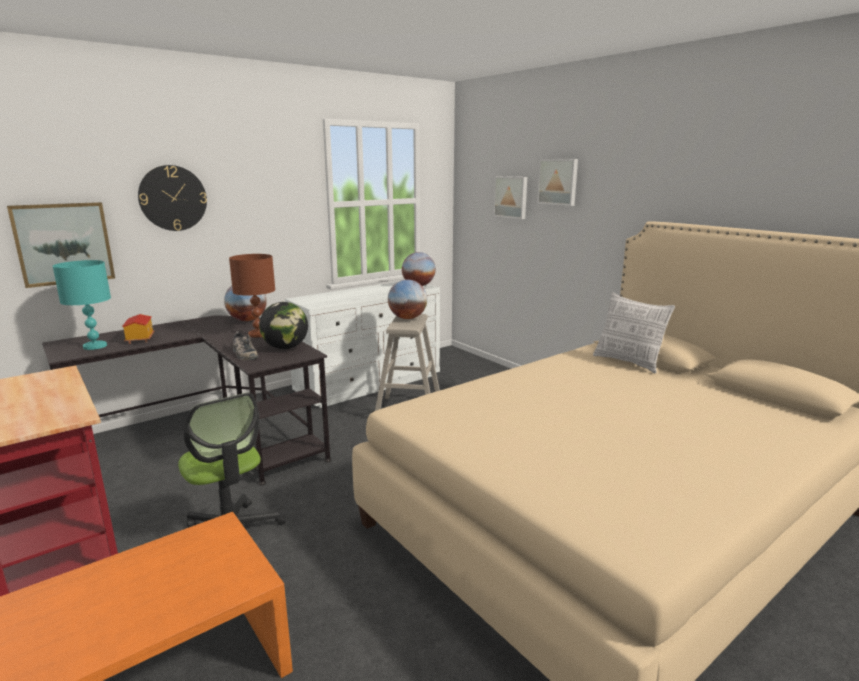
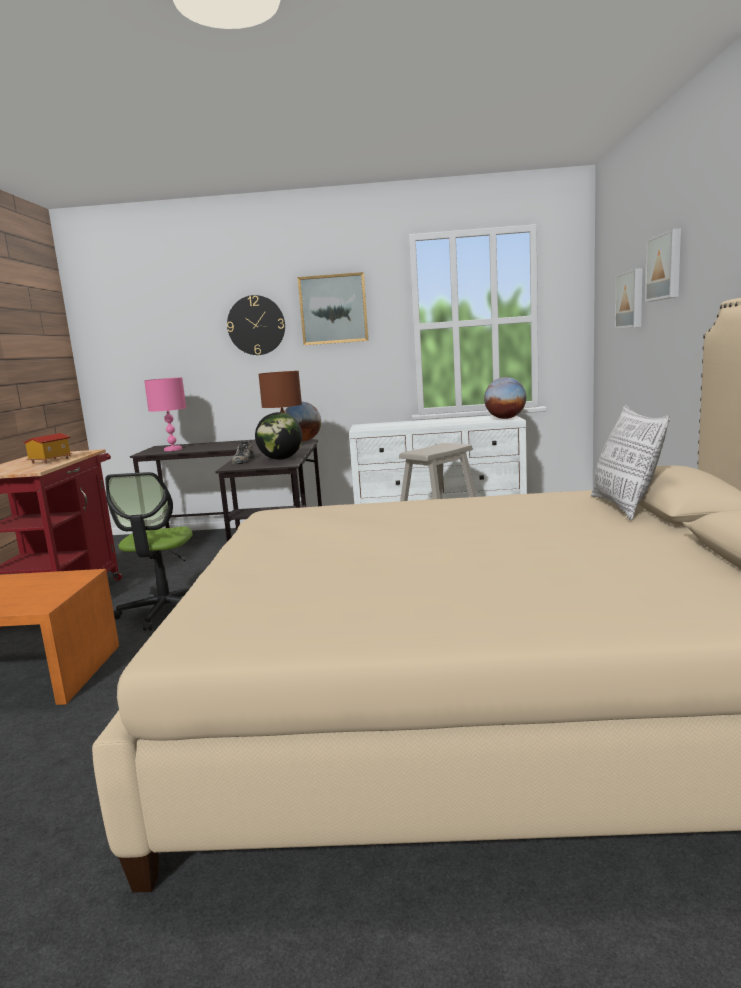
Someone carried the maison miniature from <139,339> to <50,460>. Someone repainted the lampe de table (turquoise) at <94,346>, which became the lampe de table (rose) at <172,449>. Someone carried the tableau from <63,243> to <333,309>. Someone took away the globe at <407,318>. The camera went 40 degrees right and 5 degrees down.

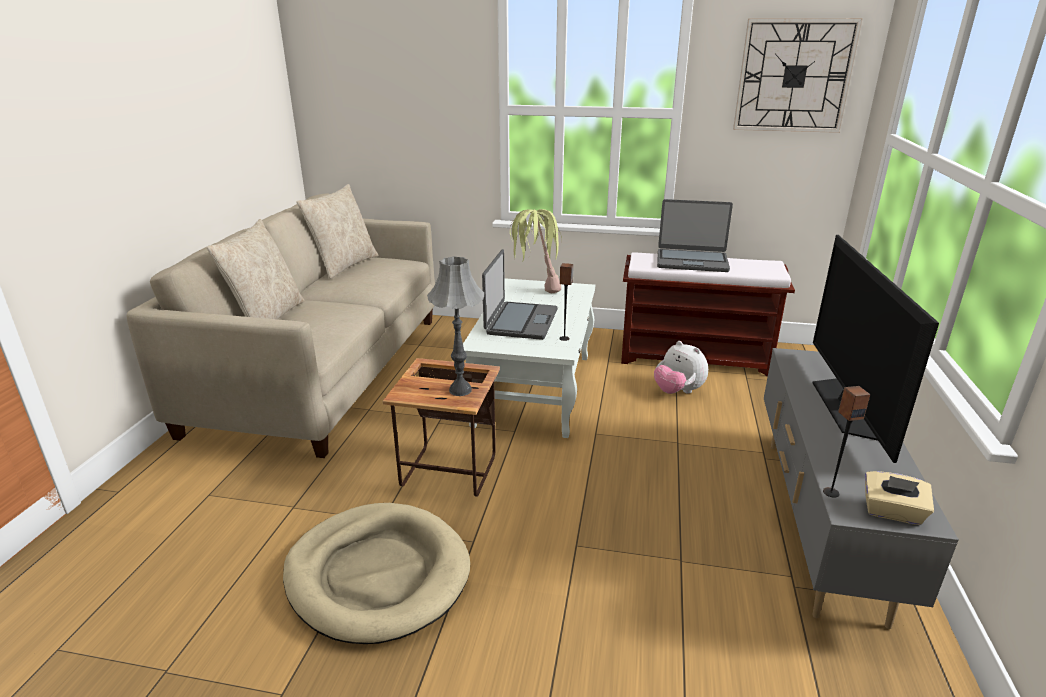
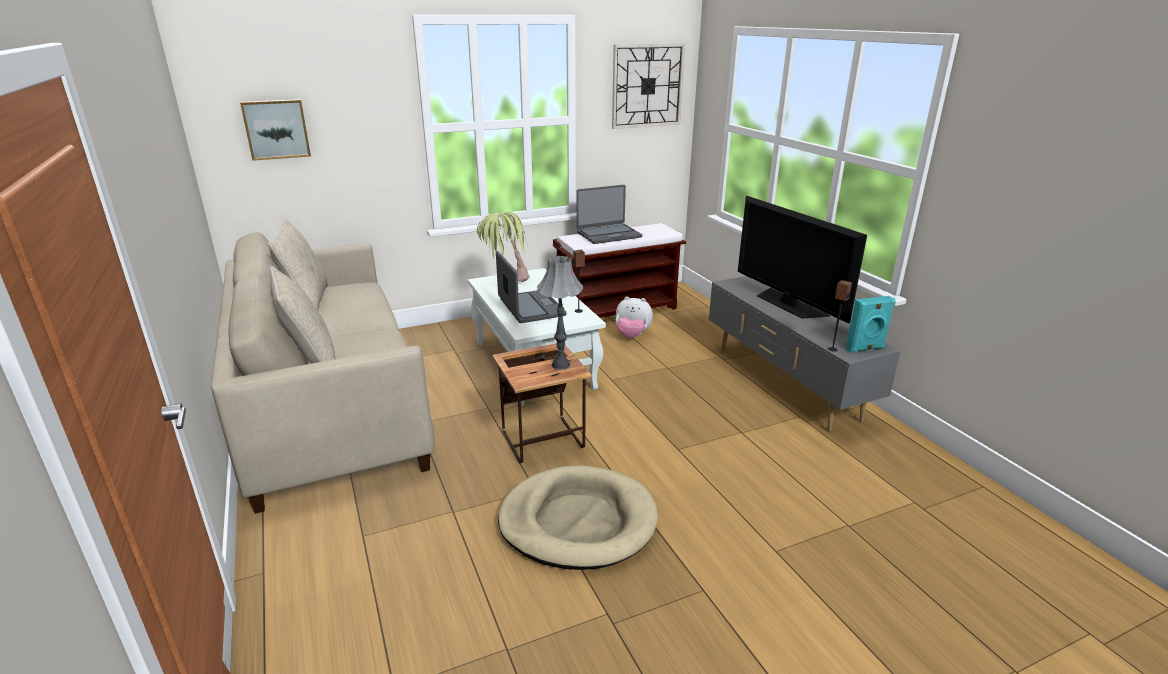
Someone put up the tableau at <276,129>. Someone swapped the boîte à mouchoirs (beige) at <892,512> for the enceinte (turquoise) at <865,349>. The camera went 35 degrees left and 0 degrees up.

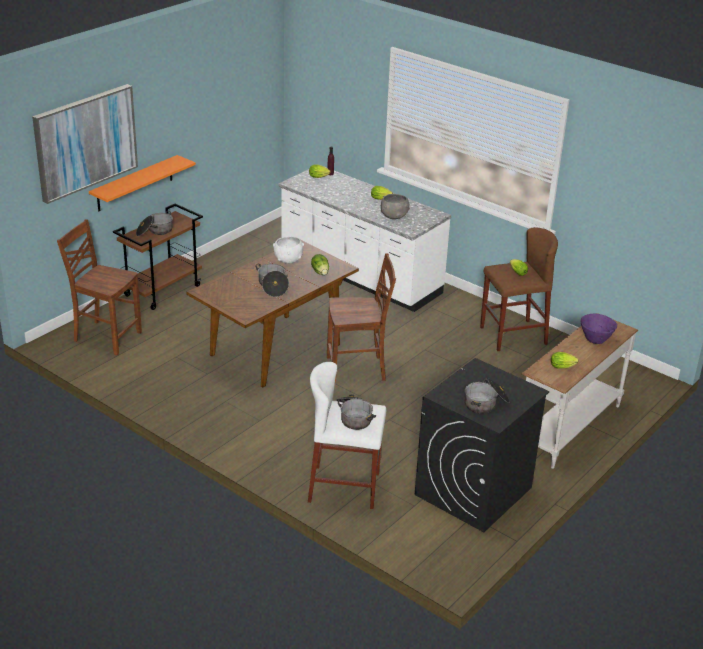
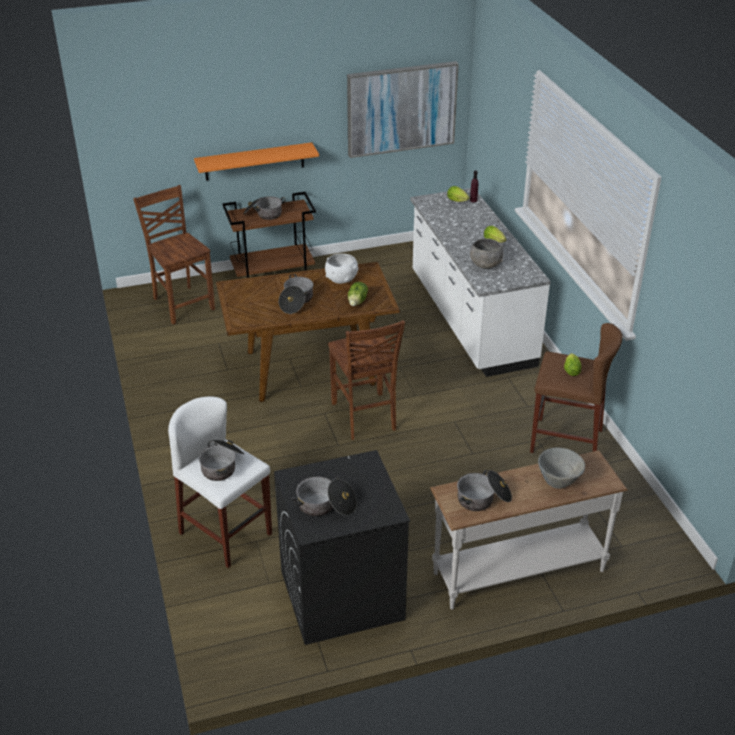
Someone rotated the chaise (marron) at <357,369> by 45 degrees clockwise. Someone carried the tableau from <85,142> to <401,108>. Someone swapped the laitue at <563,367> for the marmite at <483,499>. Someone repainted the bol (violet) at <595,340>, which became the bol (gris) at <559,481>. The camera went 35 degrees right and 5 degrees up.

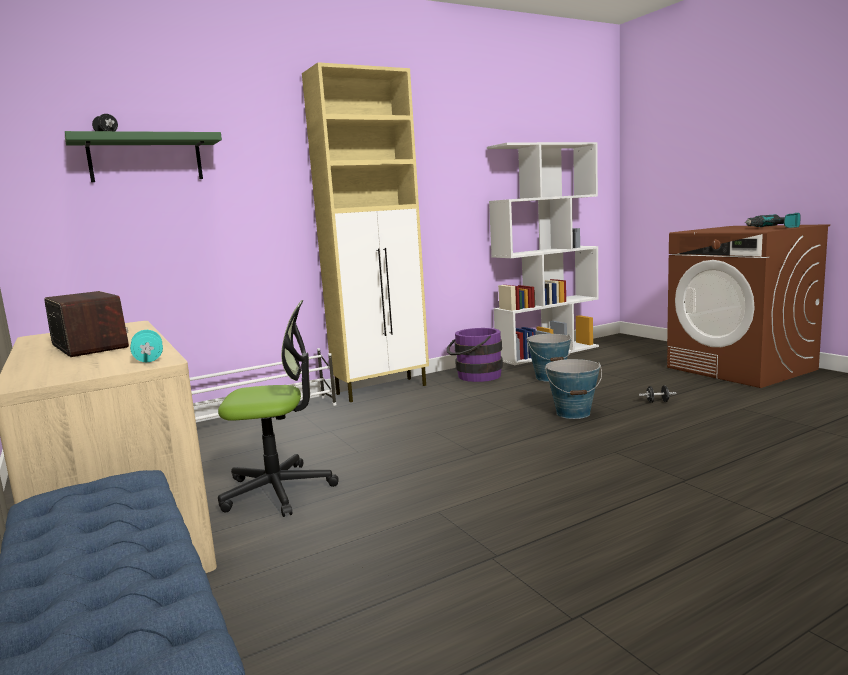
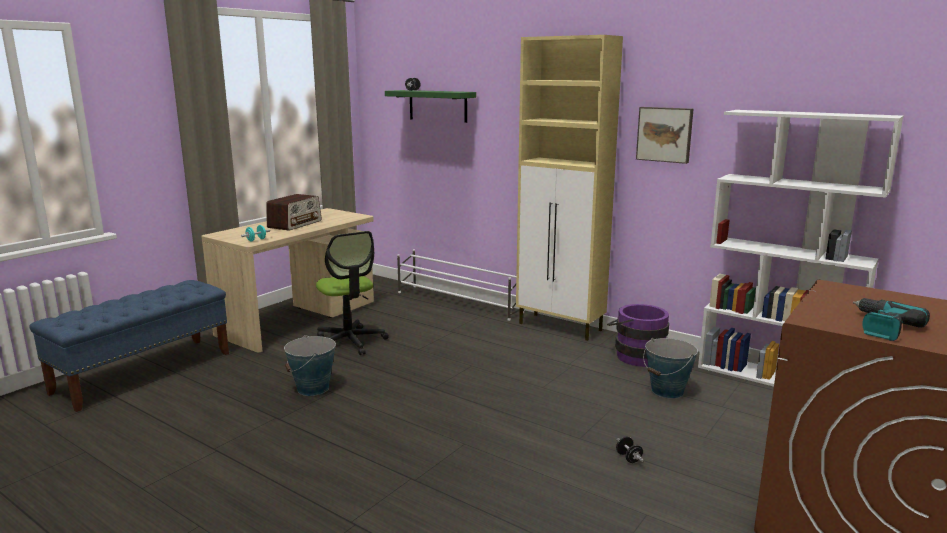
Someone carried the seau from <573,413> to <313,388>. Someone put up the tableau at <665,134>. The camera went 65 degrees right and 5 degrees up.

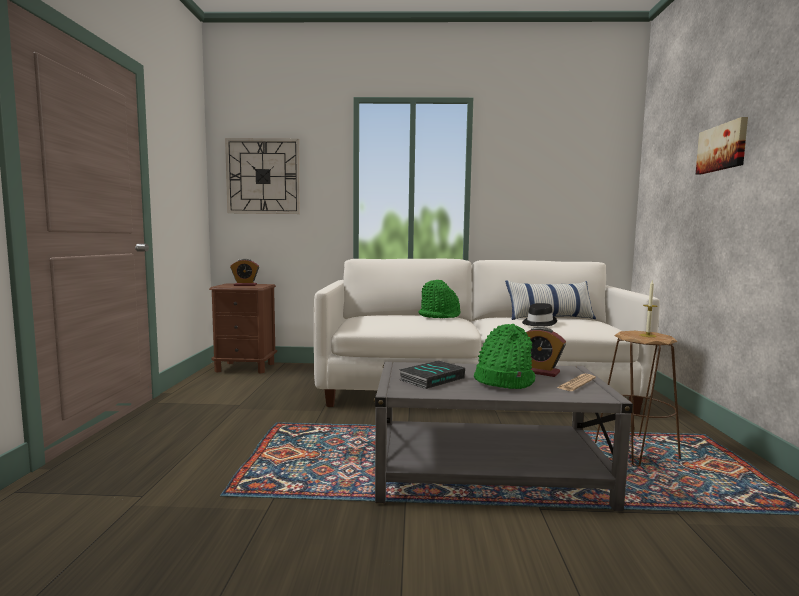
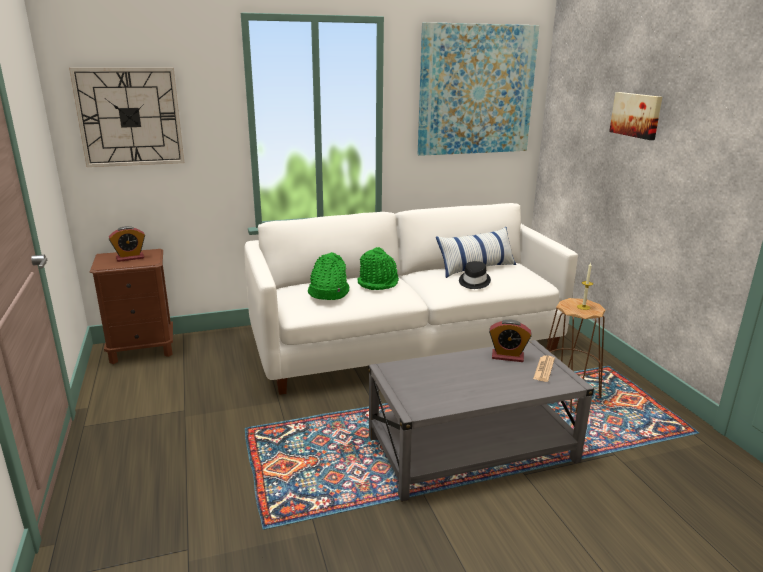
Someone carried the chapeau (vert) from <503,380> to <328,292>. Someone put up the tableau at <476,90>. Someone took away the livre at <432,378>. The camera went 20 degrees left and 15 degrees up.

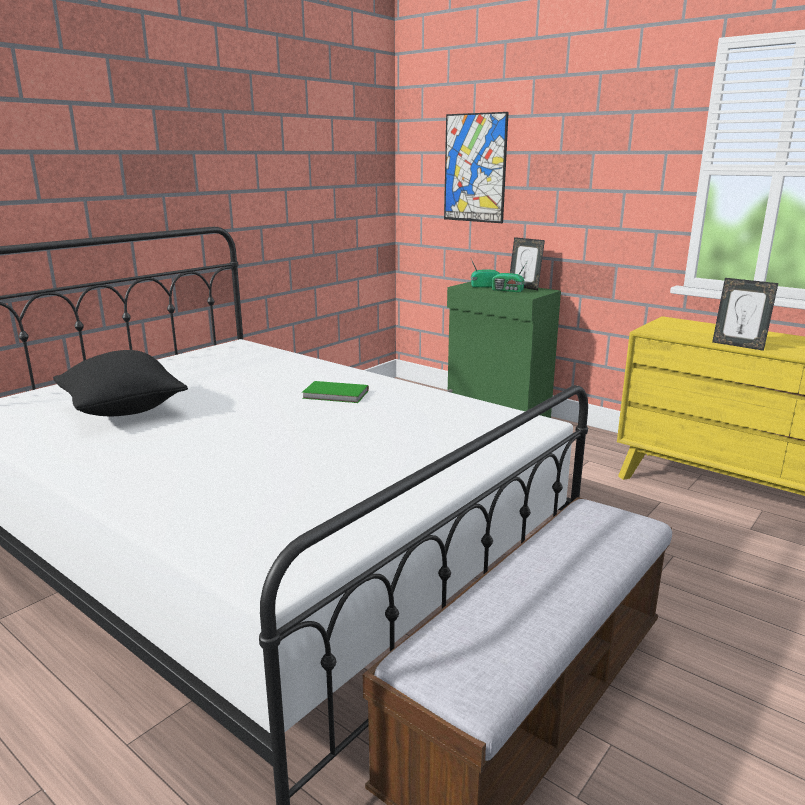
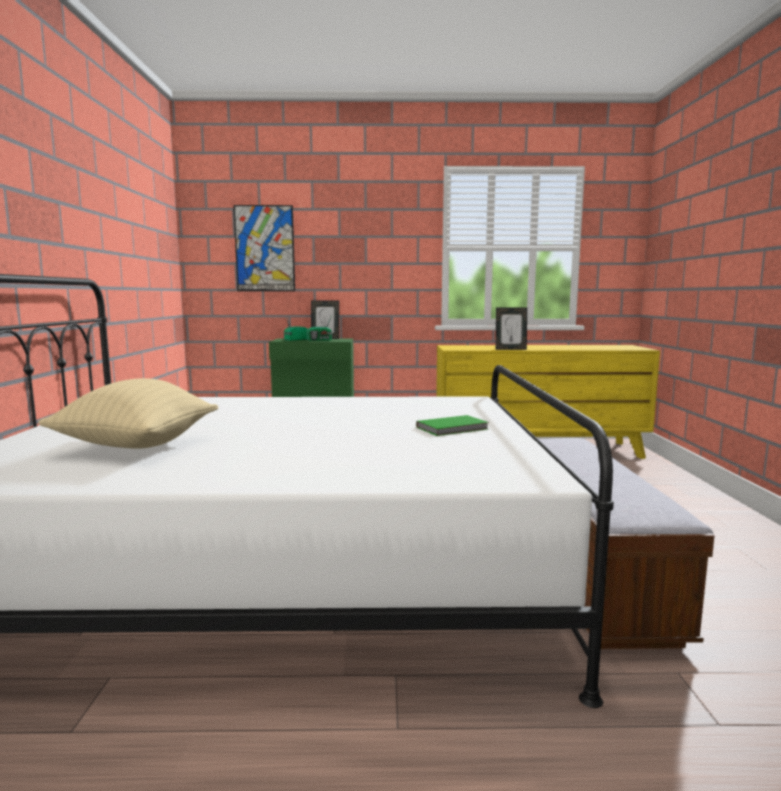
Someone repainted the coussin (noir) at <123,411>, which became the coussin (beige) at <137,447>. Someone carried the livre (vert) from <336,395> to <453,428>. The camera went 40 degrees left and 10 degrees down.

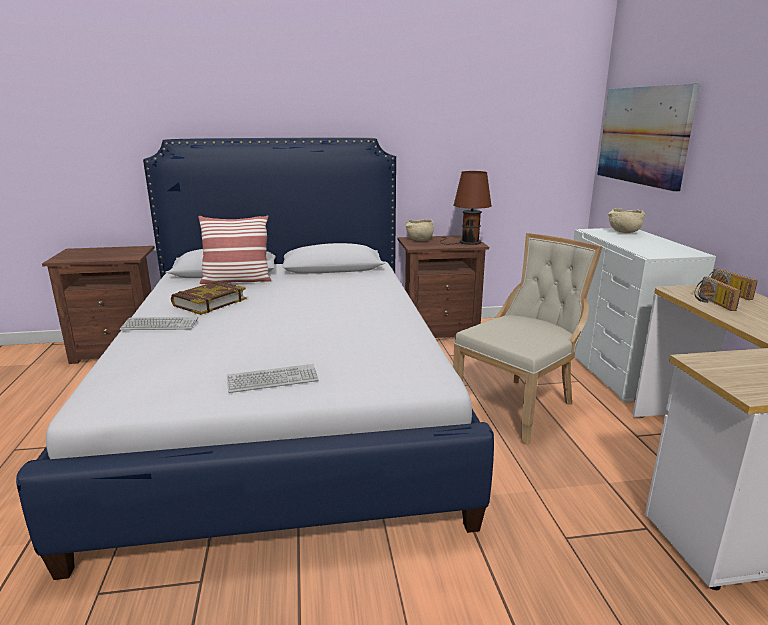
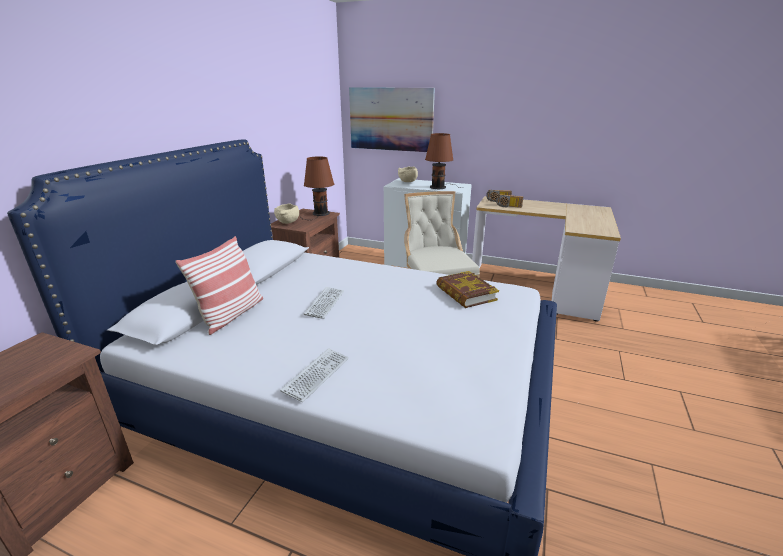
Someone carried the clavier from <272,380> to <325,303>. Someone put down the lampe de table (marron) at <439,187>. Someone carried the livre from <209,302> to <465,293>. The camera went 60 degrees left and 5 degrees up.

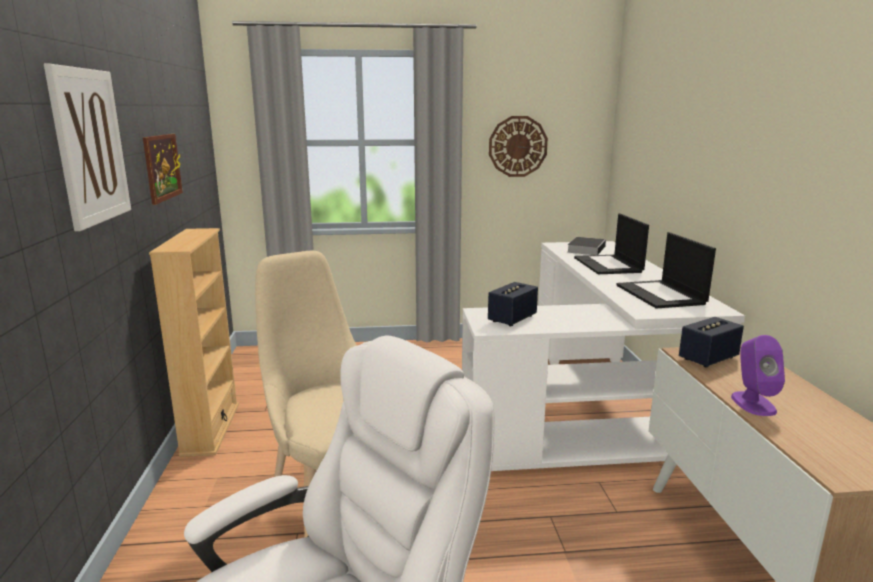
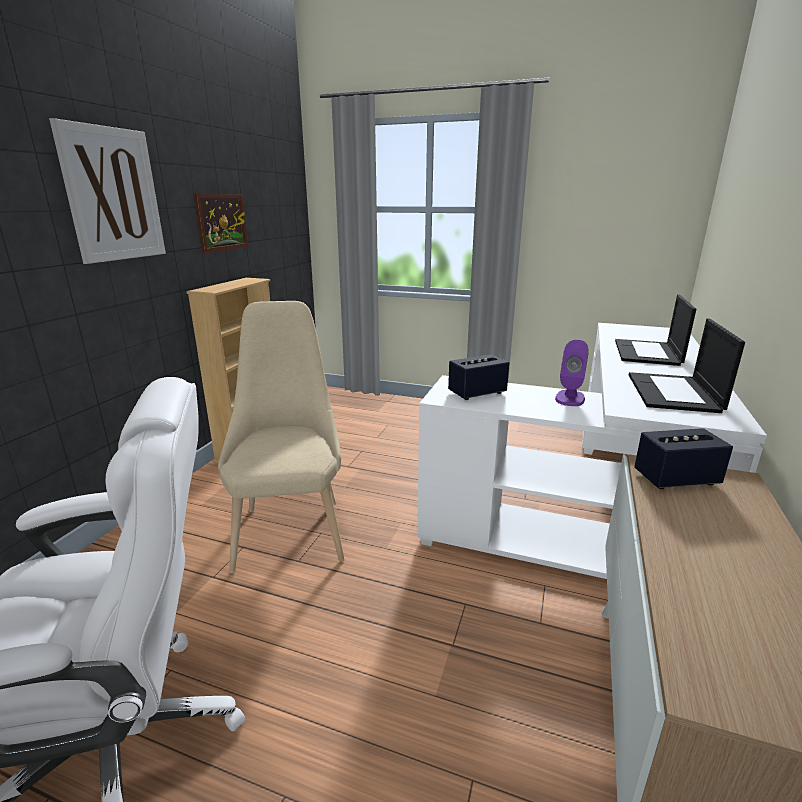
Someone carried the enceinte (violet) from <753,403> to <570,398>. Someone took away the horloge murale at <517,146>. Someone took away the livre at <586,249>. The camera went 25 degrees right and 5 degrees up.

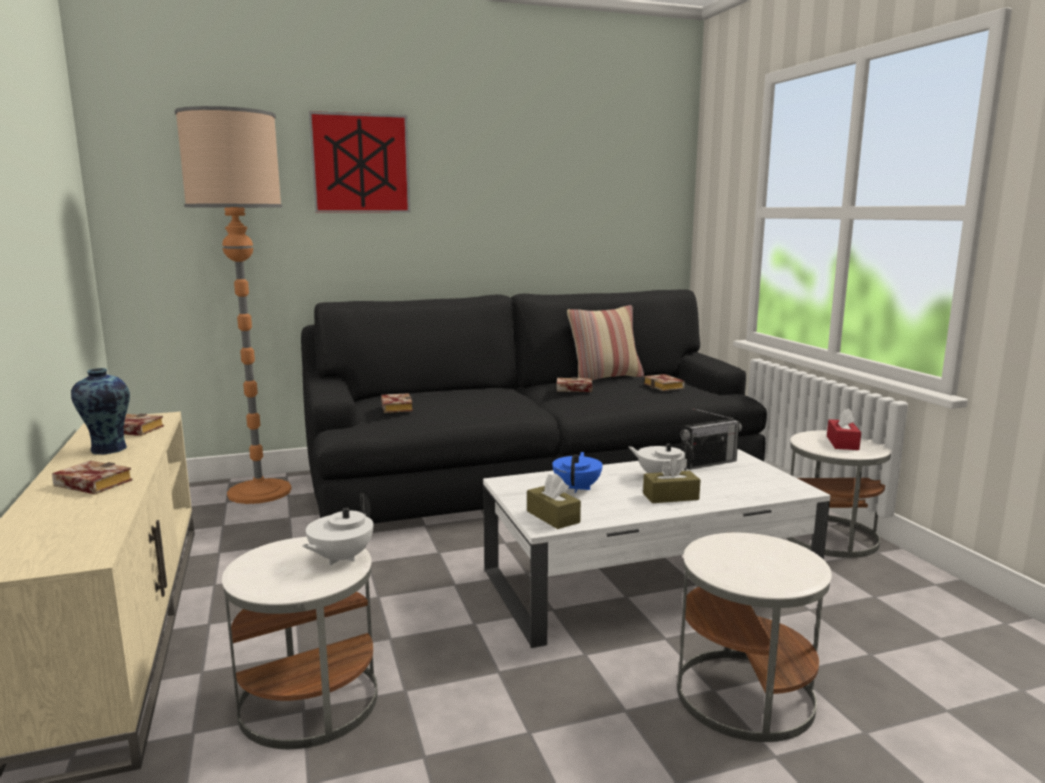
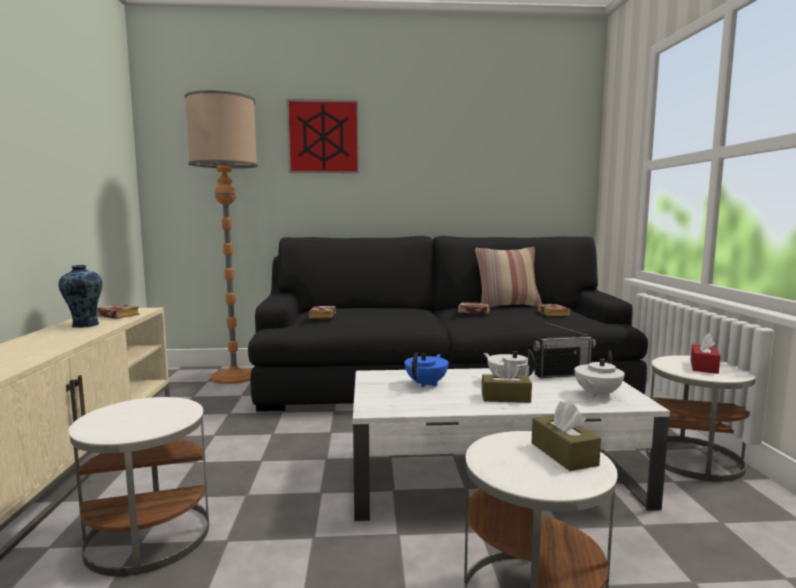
Someone carried the boîte à mouchoirs (marron) from <553,517> to <563,454>. Someone carried the théière (blanc) from <340,558> to <596,394>. Someone took away the livre at <89,484>. The camera went 15 degrees right and 5 degrees down.

